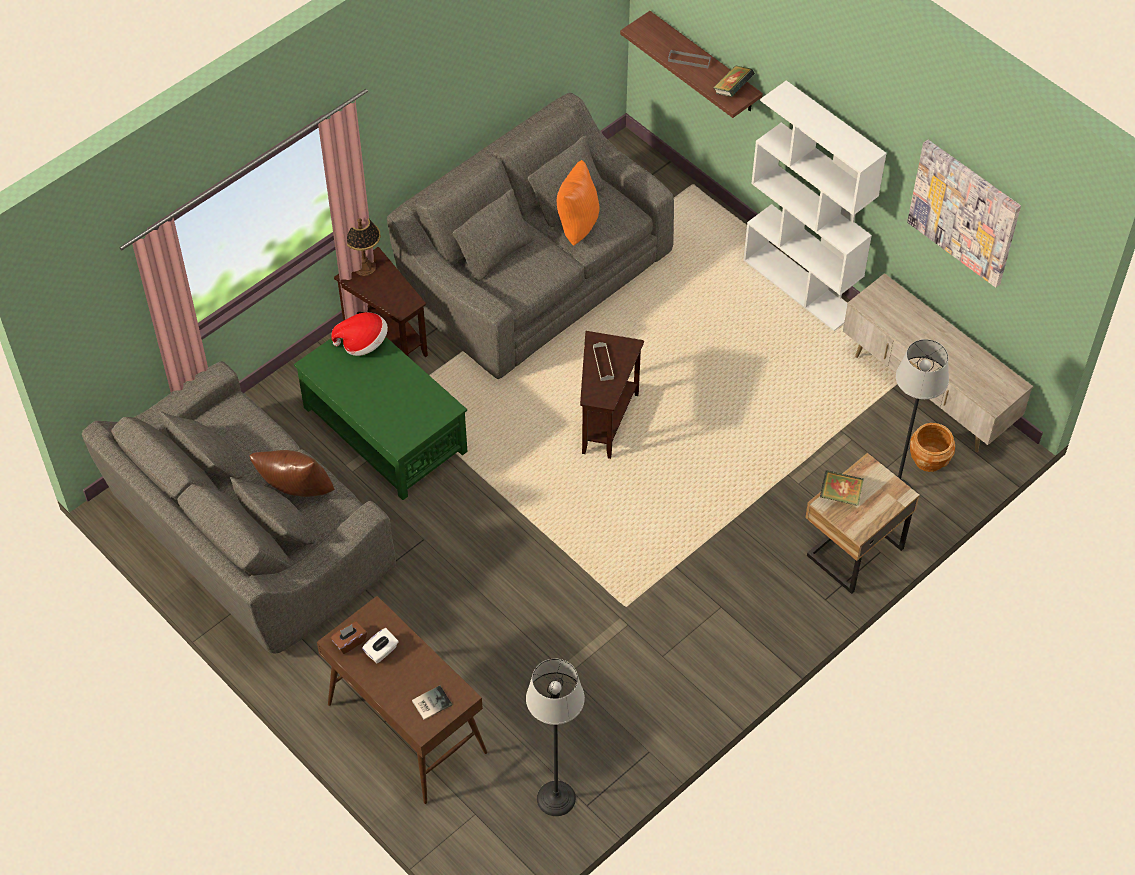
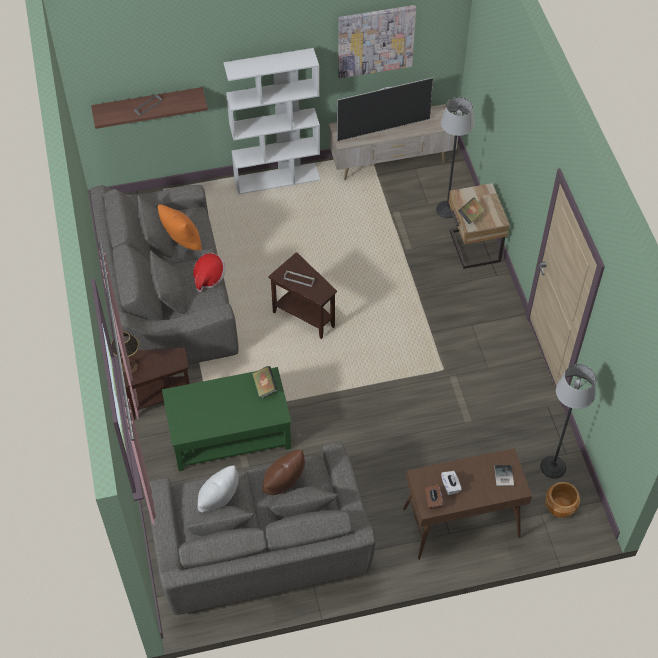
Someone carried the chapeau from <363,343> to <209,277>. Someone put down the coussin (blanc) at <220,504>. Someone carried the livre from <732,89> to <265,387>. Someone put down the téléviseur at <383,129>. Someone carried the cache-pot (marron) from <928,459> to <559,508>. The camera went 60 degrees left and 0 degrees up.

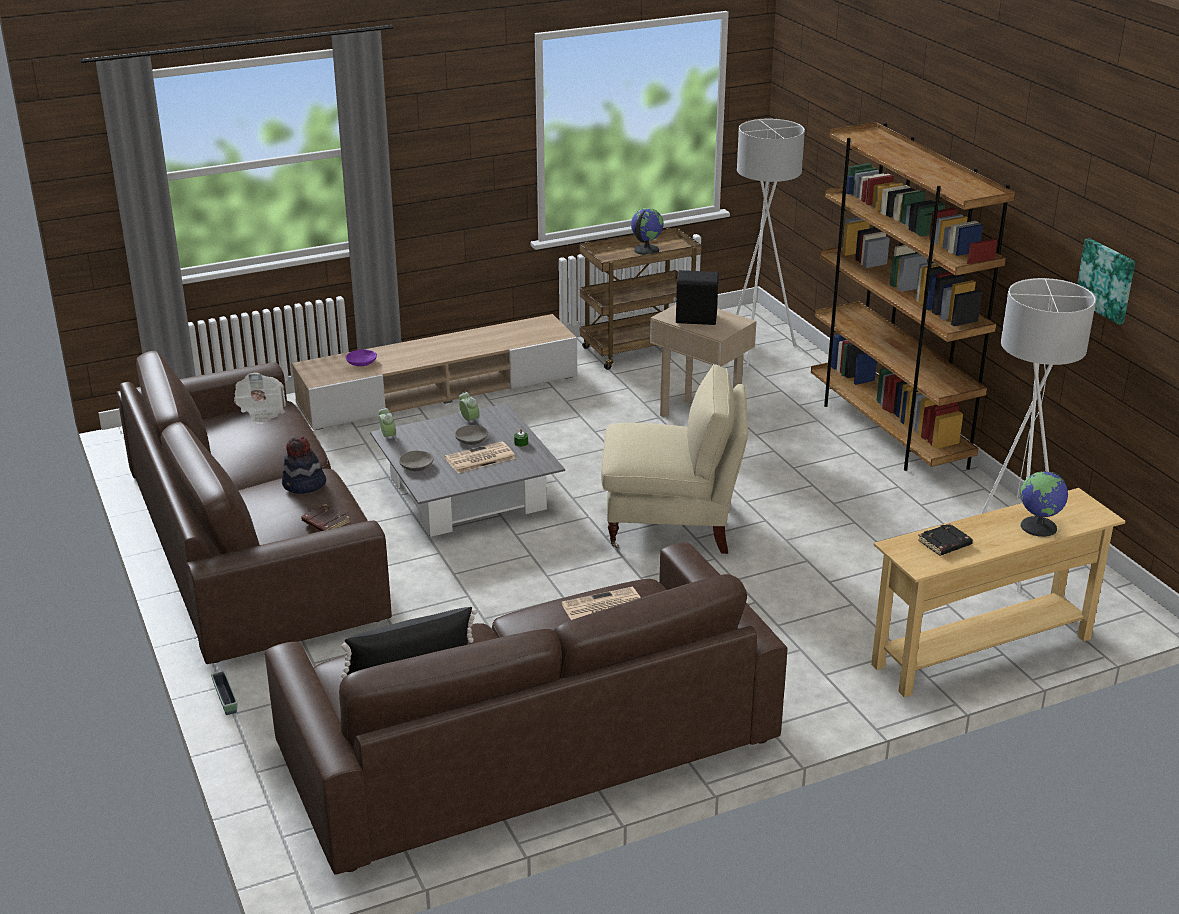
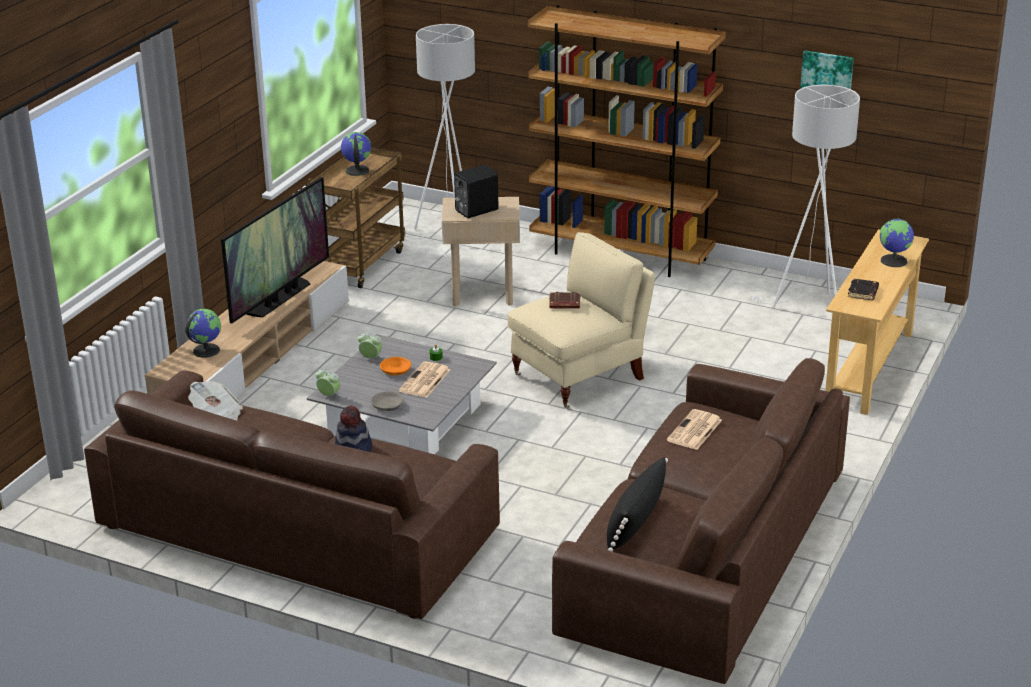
Someone swapped the bol (violet) at <362,362> for the globe at <206,350>. Someone put down the téléviseur at <280,298>. Someone repainted the bol (gris) at <471,440>, which became the bol (orange) at <396,371>. Someone carried the livre (marron) from <325,523> to <564,303>. Someone took away the cache-pot at <225,699>. The camera went 40 degrees left and 0 degrees up.

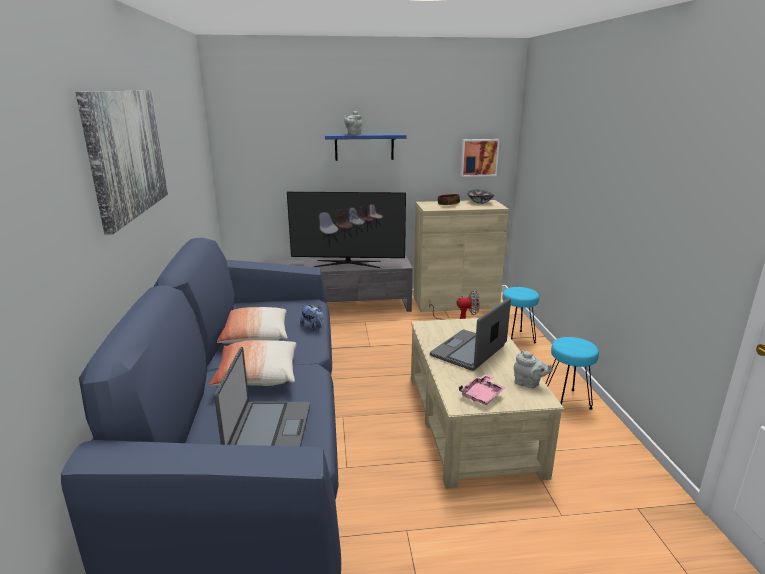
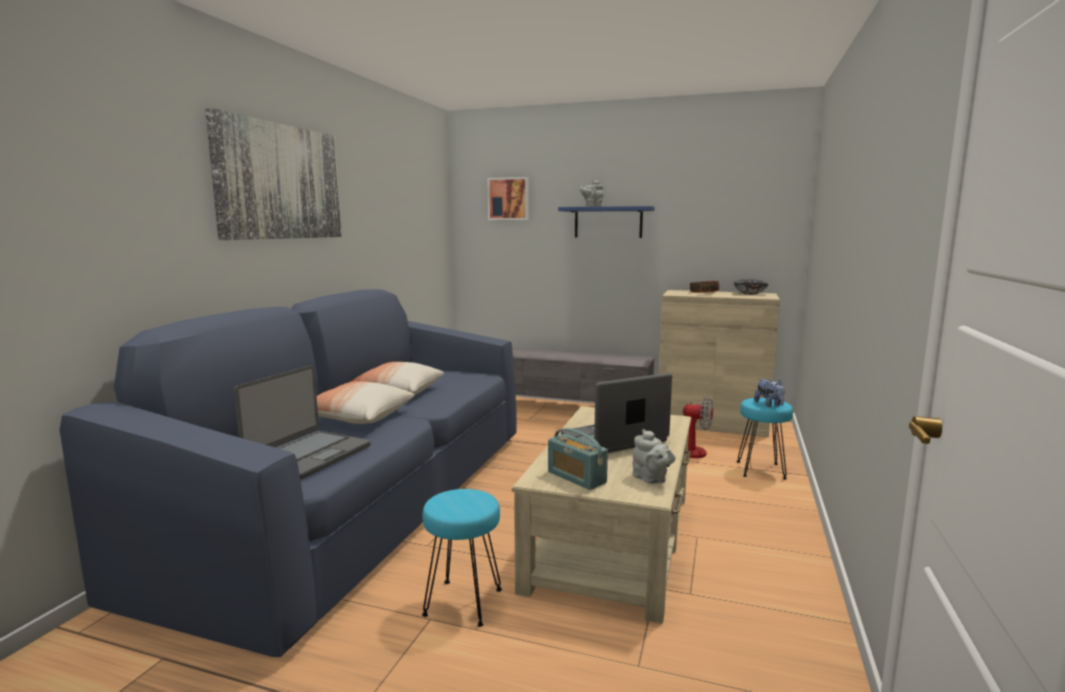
Someone carried the tabouret (turquoise) from <567,401> to <464,603>. Someone carried the tableau from <479,157> to <509,199>. Someone swapped the plateau (rose) at <482,395> for the radio at <576,477>. Someone carried the peluche from <313,327> to <769,405>. Someone took away the téléviseur at <347,264>. The camera went 25 degrees right and 10 degrees down.

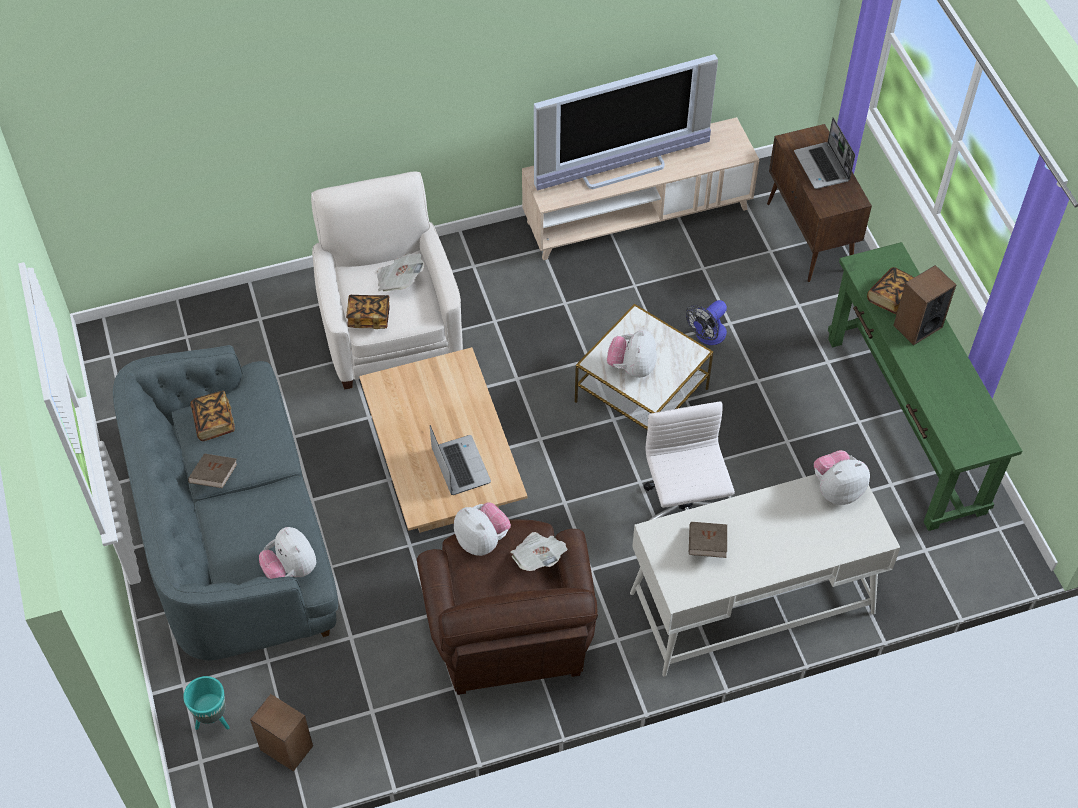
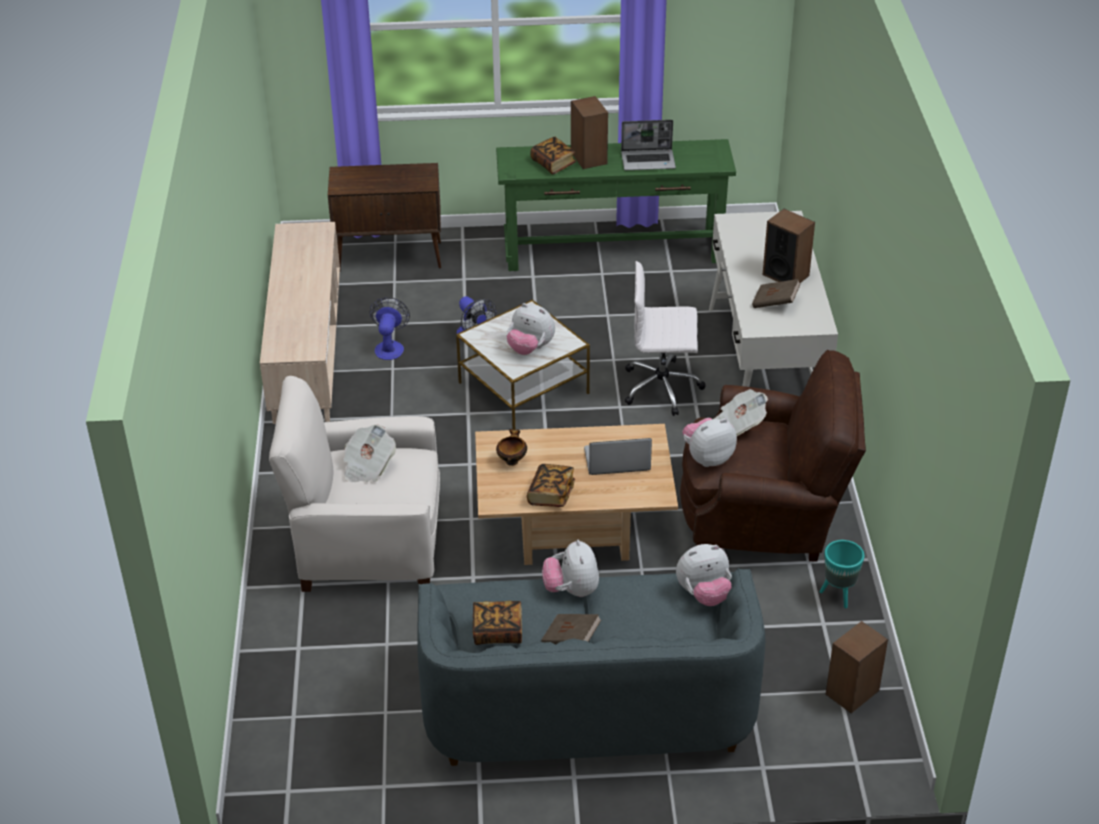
Someone put down the ventilateur at <390,346>. Someone put down the bol at <511,460>. Someone carried the livre from <369,317> to <551,494>. Someone carried the peluche from <837,489> to <571,590>. Someone carried the ordinateur portable from <822,167> to <648,161>. Someone put down the enceinte at <785,275>. Someone carried the cache-pot (turquoise) from <213,719> to <838,595>. Someone took away the téléviseur at <622,167>. The camera went 75 degrees left and 15 degrees down.

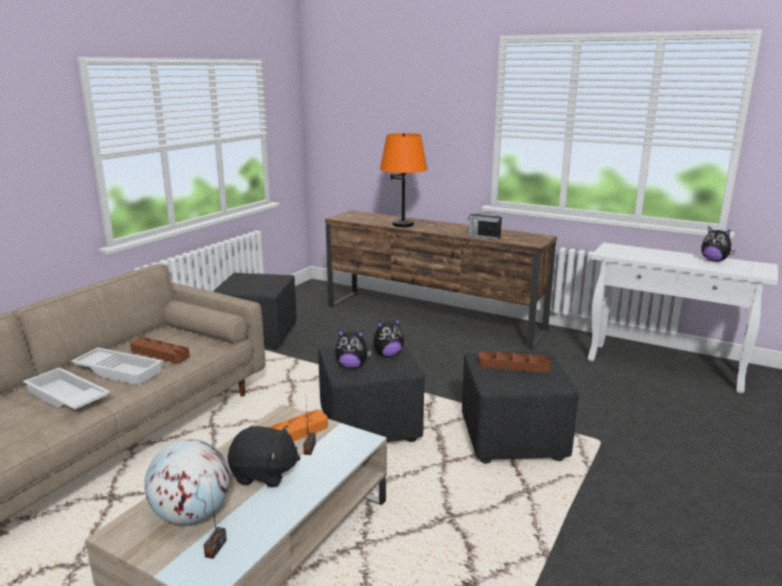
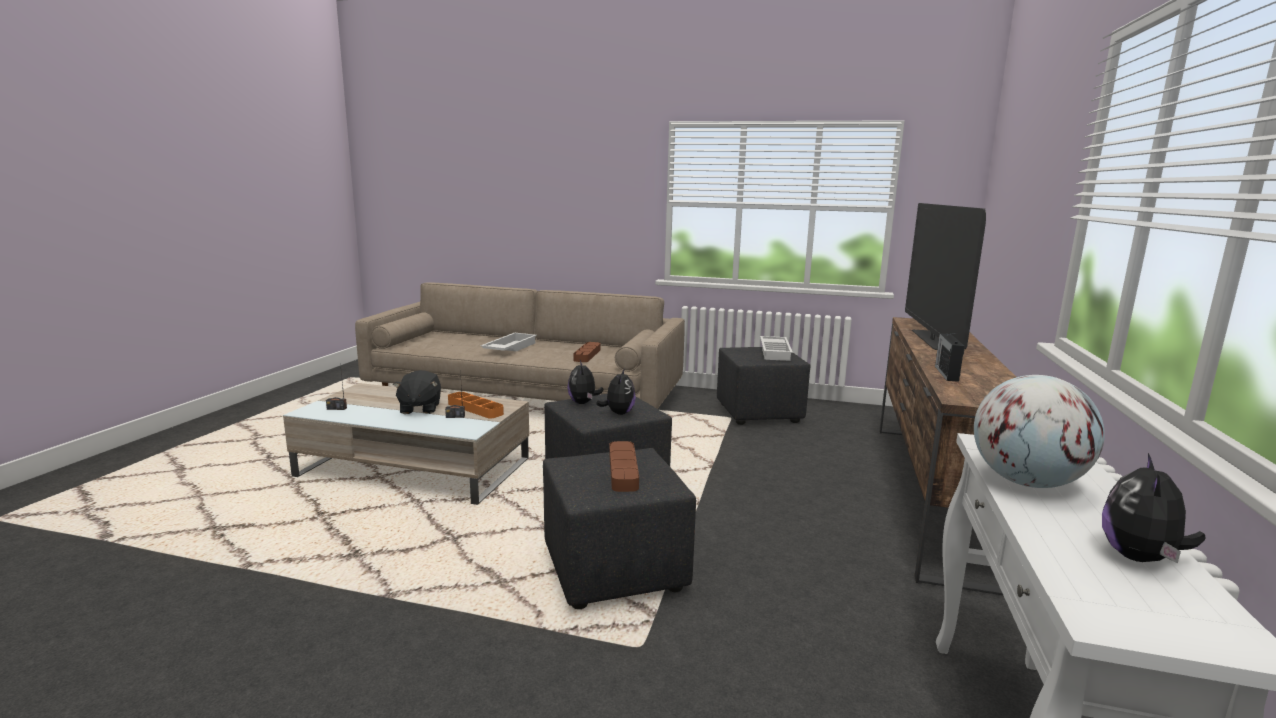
Someone rotated the peluche at <388,355> by 135 degrees counterclockwise. Someone carried the plateau (blanc) from <120,370> to <776,352>. Someone swapped the lampe de table (orange) at <403,224> for the téléviseur at <930,340>. Someone carried the globe from <192,515> to <1026,482>. The camera went 75 degrees right and 5 degrees down.

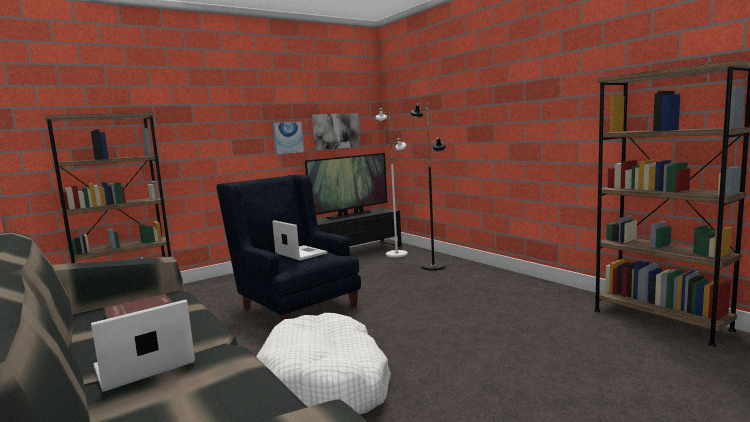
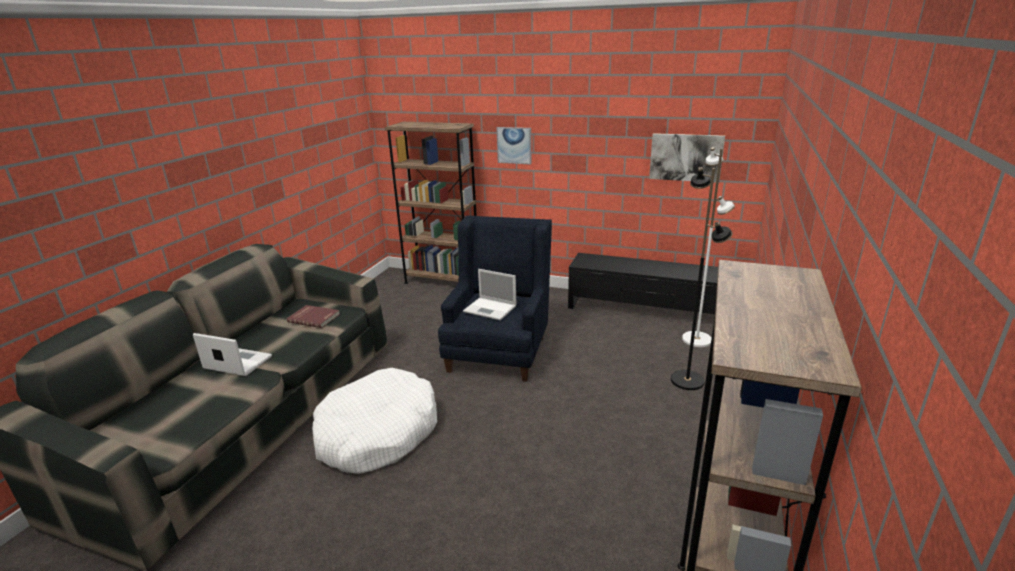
Someone rotated the ordinateur portable at <300,253> by 105 degrees clockwise. Someone carried the tableau from <288,137> to <514,145>. Someone took away the téléviseur at <350,215>. The camera went 55 degrees right and 15 degrees up.

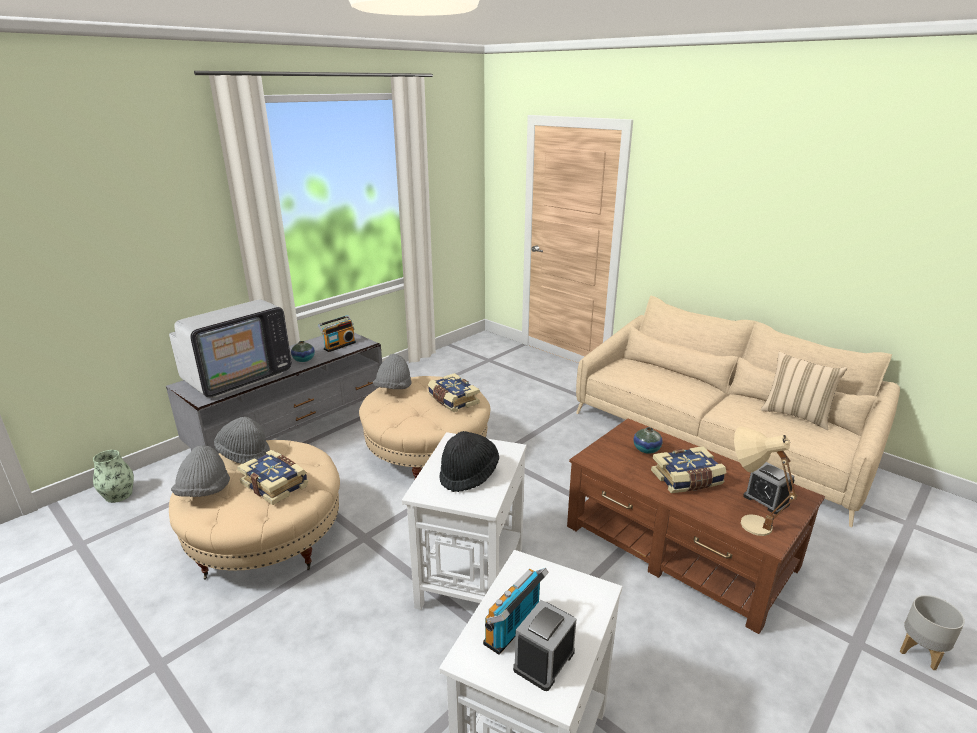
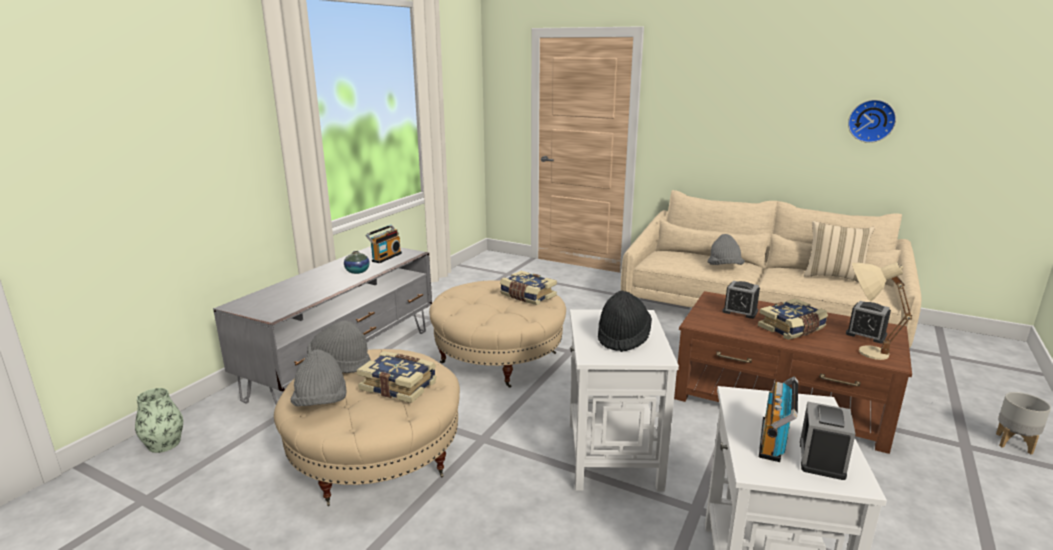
Someone carried the chapeau (gris) from <393,389> to <724,267>. Someone swapped the vase at <646,449> for the réveil at <740,311>. Someone put up the horloge murale at <871,120>. Someone took away the téléviseur at <238,377>. The camera went 15 degrees left and 5 degrees down.

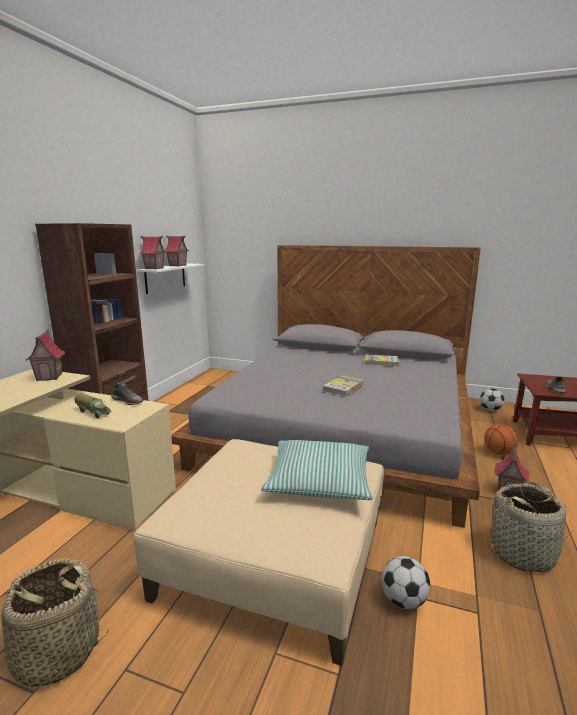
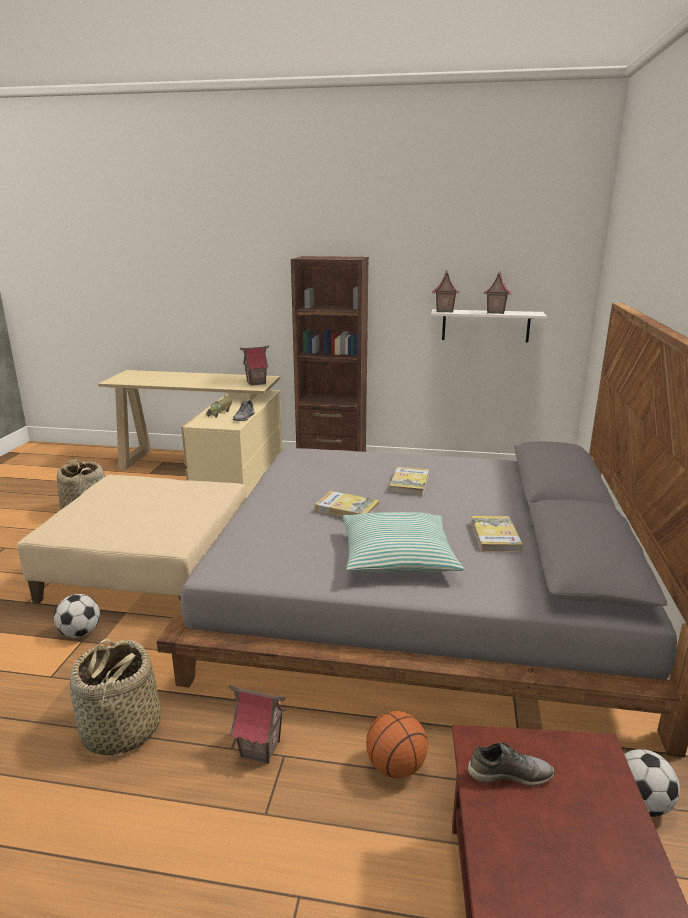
Someone carried the coussin from <319,480> to <397,556>. Someone put down the livre at <409,483>. The camera went 80 degrees right and 5 degrees up.

